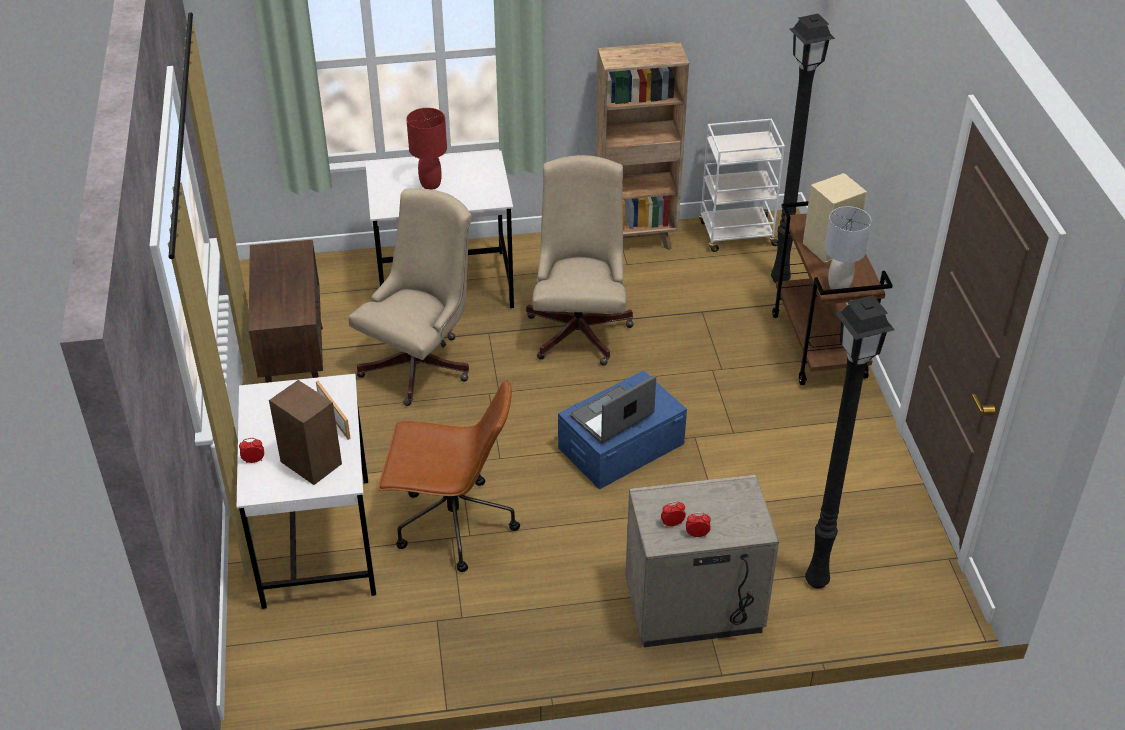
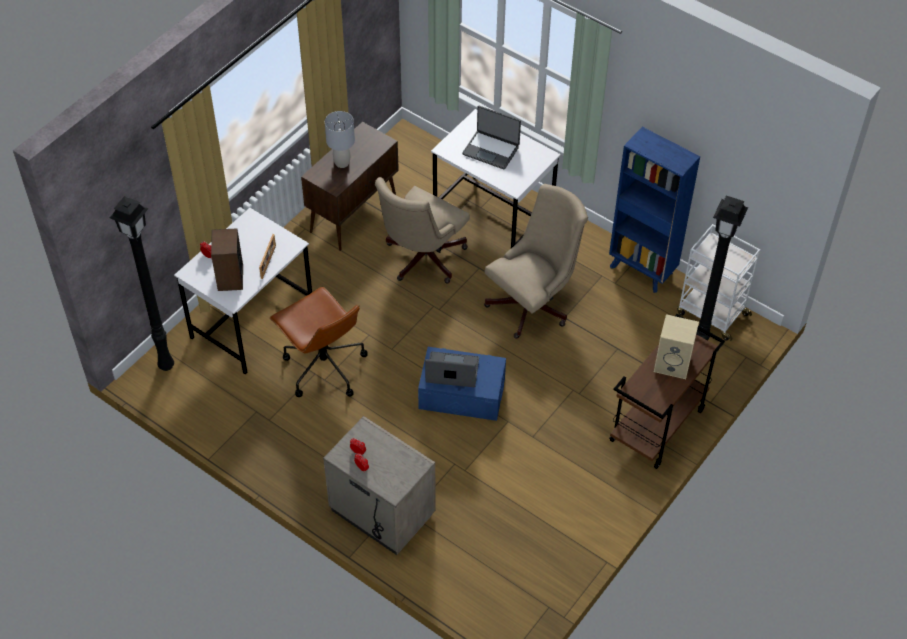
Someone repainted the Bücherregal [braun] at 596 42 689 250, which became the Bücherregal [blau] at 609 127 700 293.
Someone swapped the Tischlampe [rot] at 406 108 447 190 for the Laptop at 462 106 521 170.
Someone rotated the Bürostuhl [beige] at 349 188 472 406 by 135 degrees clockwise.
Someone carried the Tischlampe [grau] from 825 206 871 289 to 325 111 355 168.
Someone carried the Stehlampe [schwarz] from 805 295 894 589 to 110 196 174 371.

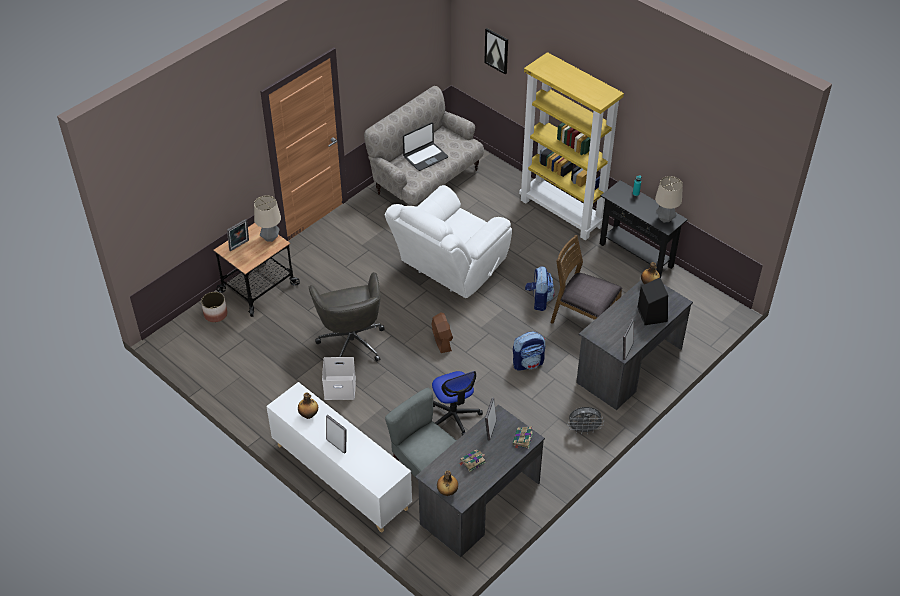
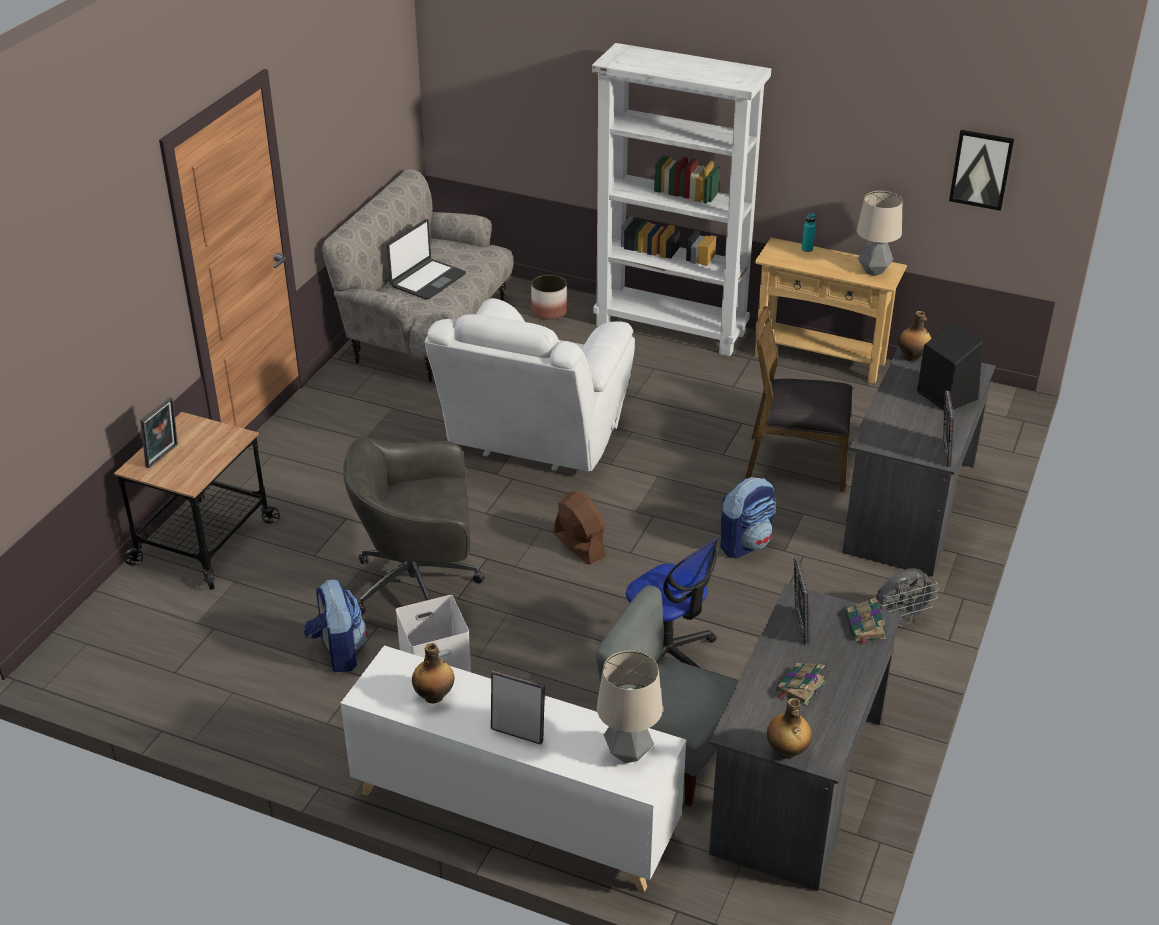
Someone carried the Bild from 484 28 508 74 to 949 130 1014 211.
Someone repainted the Bücherregal [gelb] at 519 52 624 240, which became the Bücherregal [weiß] at 592 43 771 356.
Someone repainted the Konsolentisch [schwarz] at 600 180 688 278, which became the Konsolentisch [beige] at 754 238 907 384.
Someone carried the Tischlampe from 254 195 281 242 to 597 650 663 763.
Someone carried the Rucksack from 525 266 555 311 to 304 580 368 672.
Someone rotated the Bürostuhl [grau] at 309 272 385 364 by 120 degrees clockwise.
Someone carried the Pflanzkübel from 201 292 227 322 to 531 275 567 320.

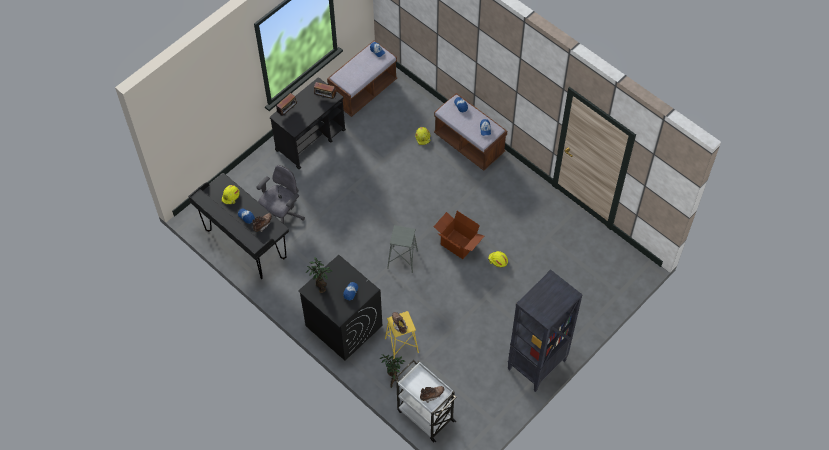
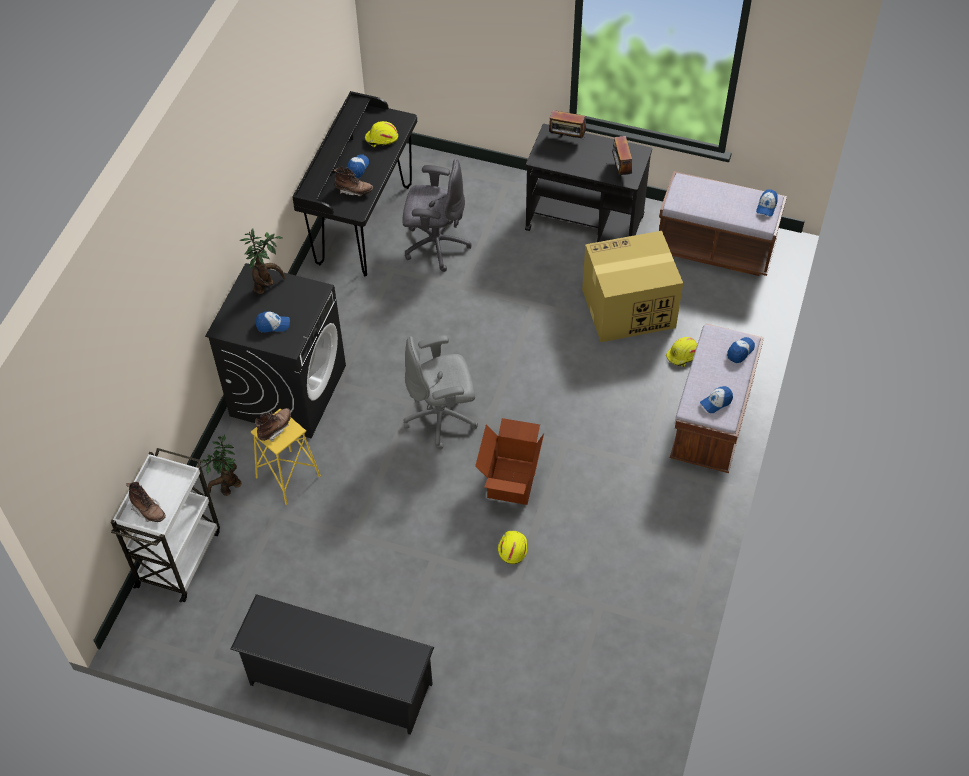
Someone swapped the Hocker [grau] at 387 225 418 273 for the Bürostuhl [grau] at 403 335 478 449.
Someone swapped the Bücherregal [schwarz] at 508 269 582 392 for the Schuhregal [schwarz] at 231 594 434 735.
Someone put down the Karton at 582 231 683 342.

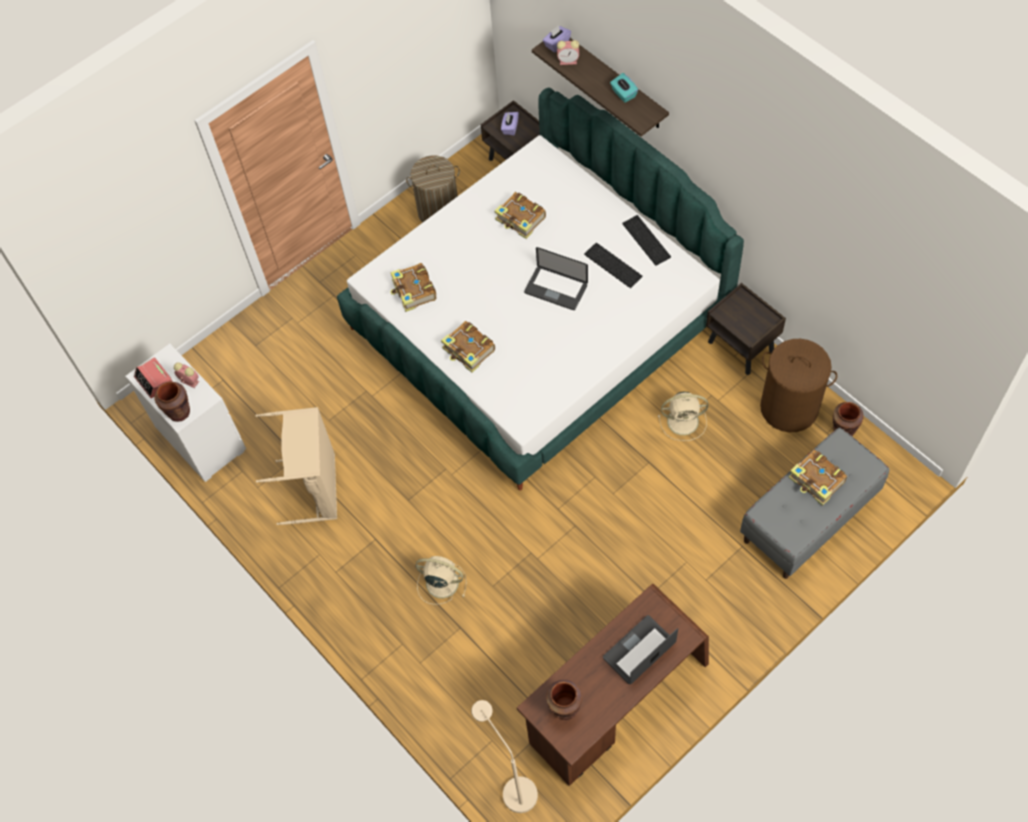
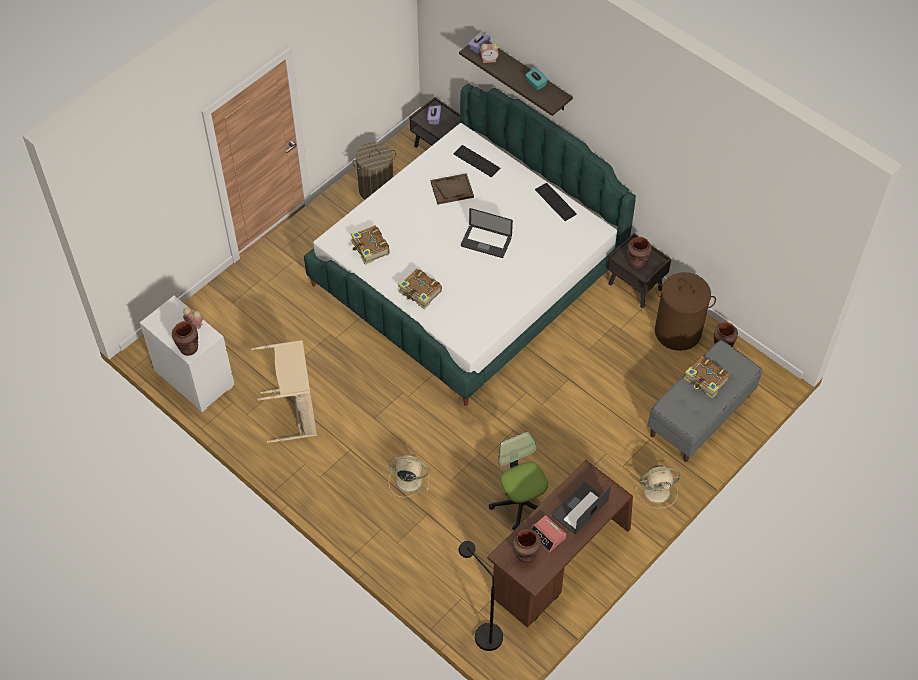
Someone swapped the Buch at 495 192 546 239 for the Tablett [braun] at 431 173 474 205.
Someone carried the Tastatur from 584 243 643 288 to 454 145 500 177.
Someone carried the Wecker from 134 357 173 398 to 531 515 566 553.
Someone carried the Ventilator [beige] from 658 392 708 441 to 635 466 680 509.
Someone repainted the Stehlampe [beige] at 471 700 538 813, which became the Stehlampe [schwarz] at 459 541 503 651.
Someone put down the Vase [braun] at 627 237 652 269.
Someone put down the Bürostuhl at 489 432 548 530.

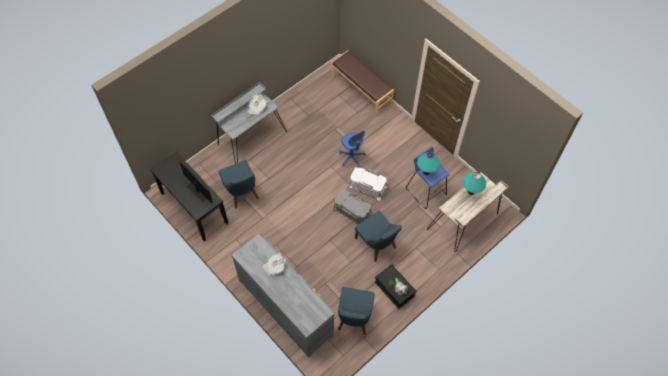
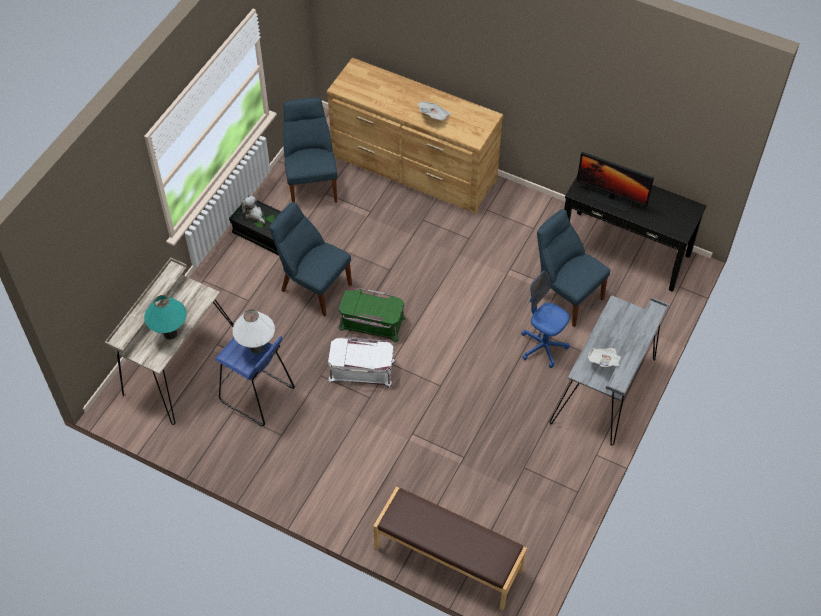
Someone carried the Bürostuhl [blau] from 339 130 366 167 to 521 270 570 368.
Someone repainted the Tischlampe [türkis] at 417 152 440 175, which became the Tischlampe [weiß] at 233 310 275 354.
Someone repainted the Aufbewahrungsbox [grau] at 333 190 372 224, which became the Aufbewahrungsbox [grün] at 338 288 406 343.
Someone repainted the Kommode [grau] at 231 234 335 358, which became the Kommode [braun] at 327 57 503 214.

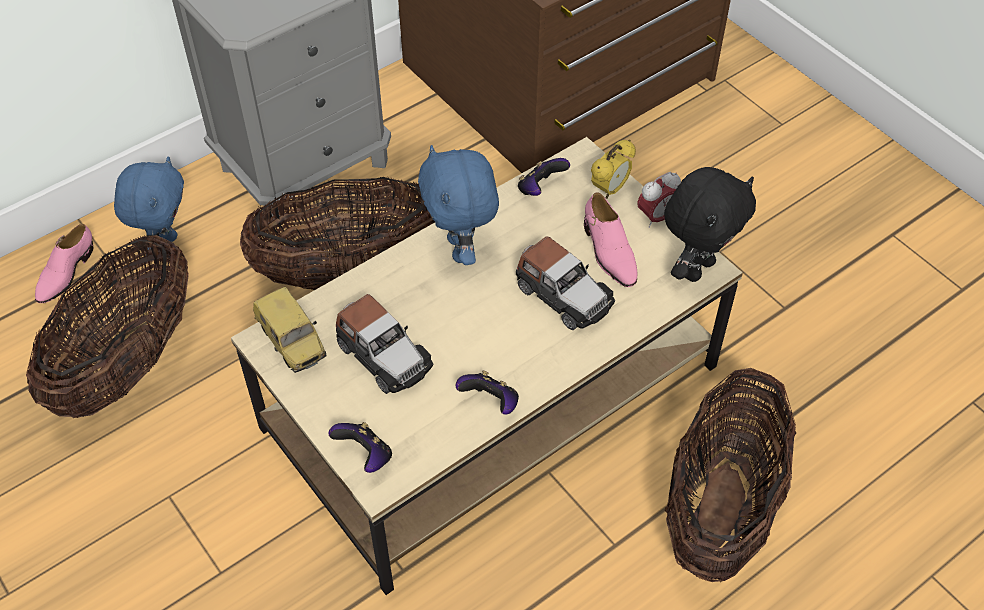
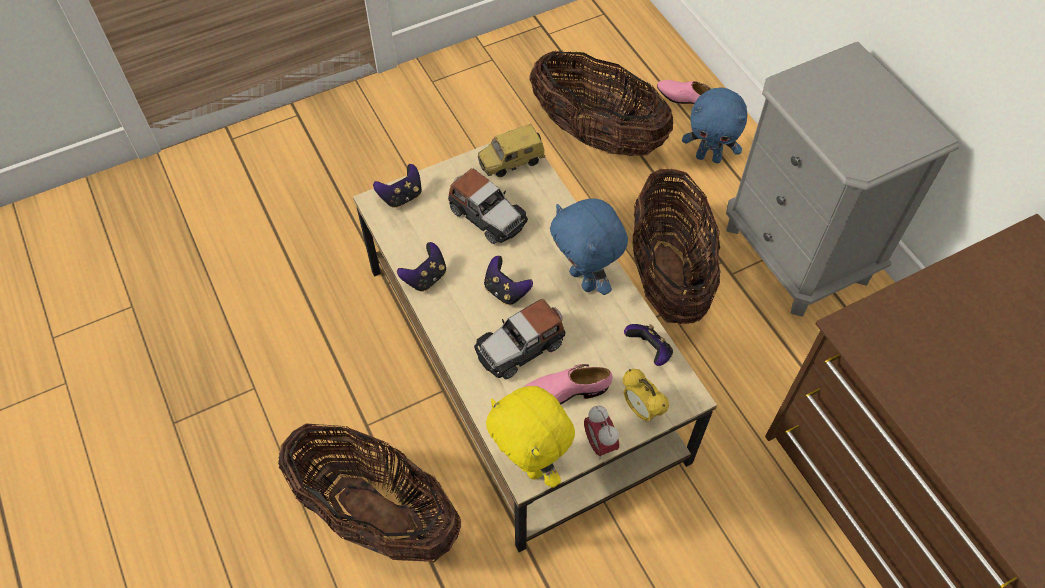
Someone rotated the Plüschtier [blau] at 418 145 499 265 by 120 degrees counterclockwise.
Someone repainted the Plüschtier [schwarz] at 664 167 756 282, which became the Plüschtier [gelb] at 486 386 575 488.
Someone rotated the Spielzeugauto at 336 294 434 394 by 105 degrees counterclockwise.
Someone put down the Gamepad at 484 256 533 305.

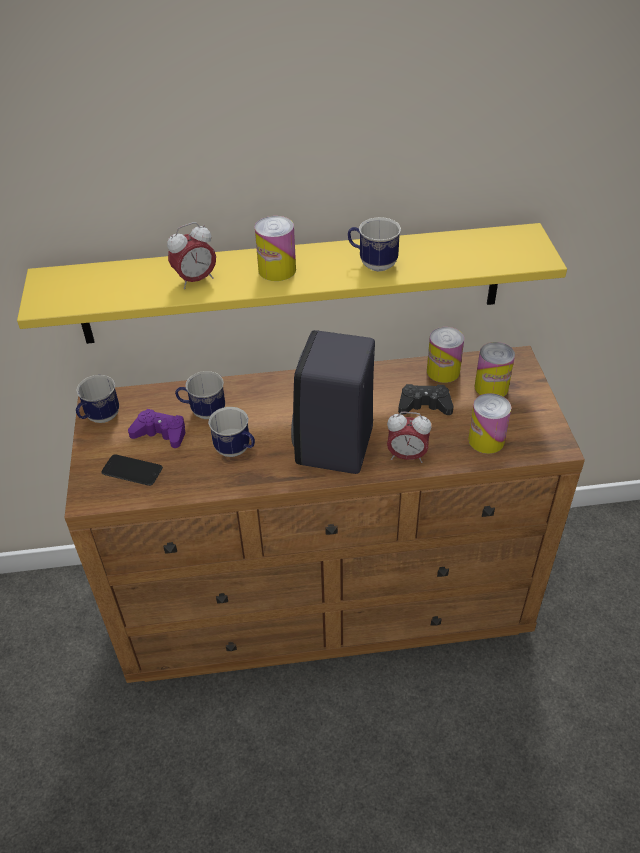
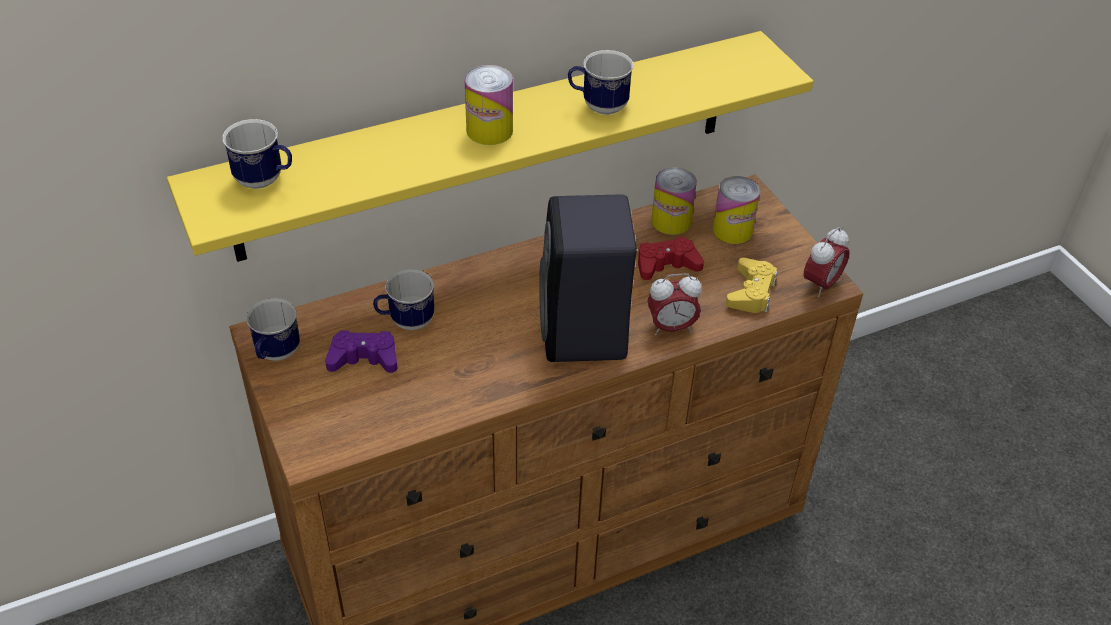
Someone carried the Wecker from 167 222 216 289 to 803 227 850 297.
Someone repainted the Gamepad [schwarz] at 398 384 454 415, which became the Gamepad [rot] at 638 237 704 280.
Someone swapped the Dose at 468 393 511 454 for the Gamepad [gelb] at 726 258 777 313.
Someone carried the Henkelbecher from 208 407 255 457 to 222 119 292 189.
Someone took away the Handy at 101 454 163 486.

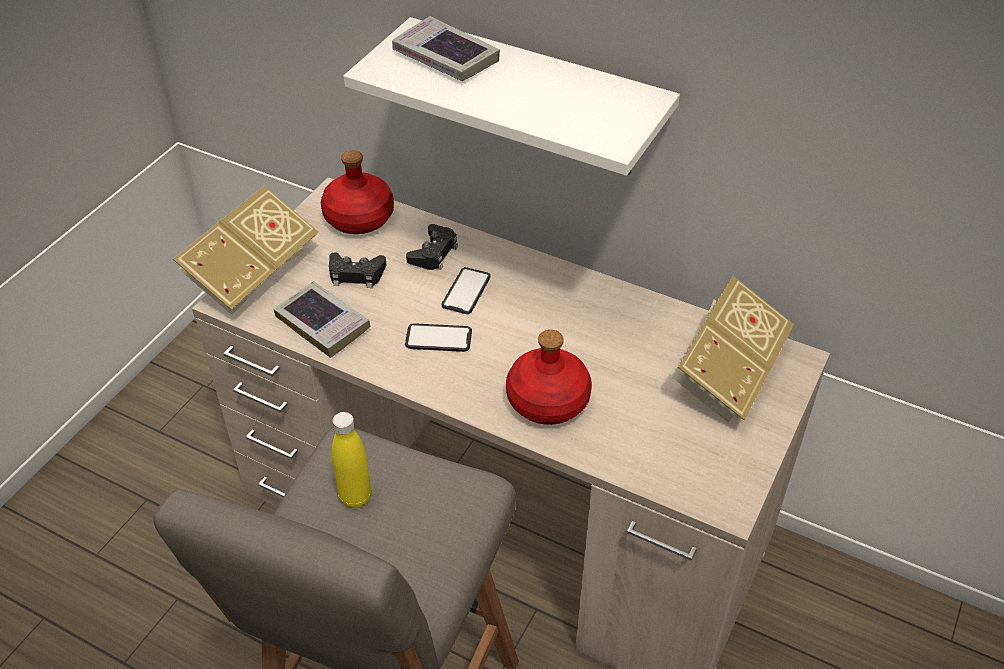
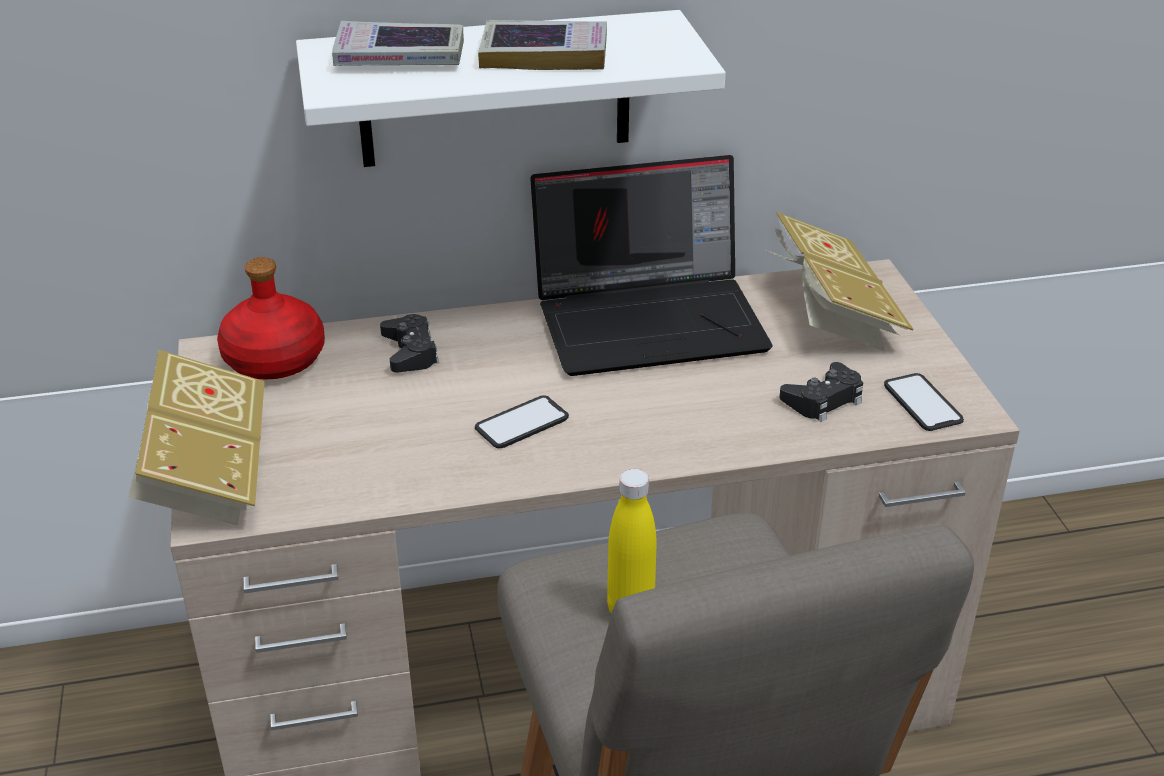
Someone carried the Gamepad [schwarz] from 329 253 386 288 to 779 362 863 422.
Someone carried the Handy from 442 267 490 314 to 884 373 964 431.
Someone carried the Buch from 273 281 371 358 to 478 20 607 70.
Someone took away the Flasche [rot] at 506 330 592 425.
Someone put down the Laptop at 530 155 772 376.

